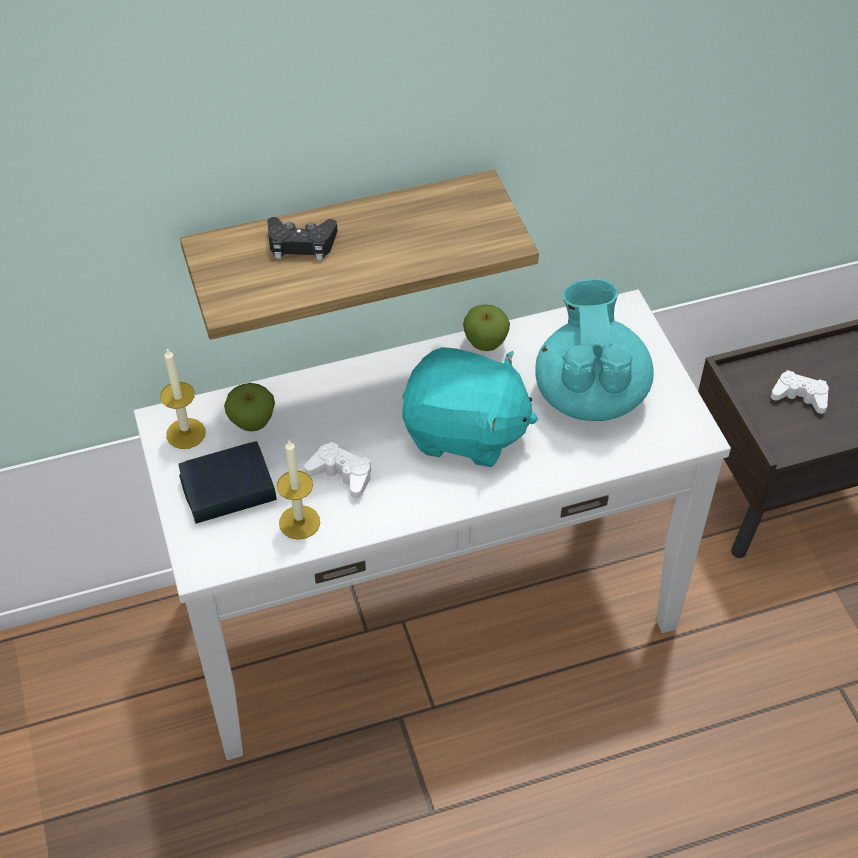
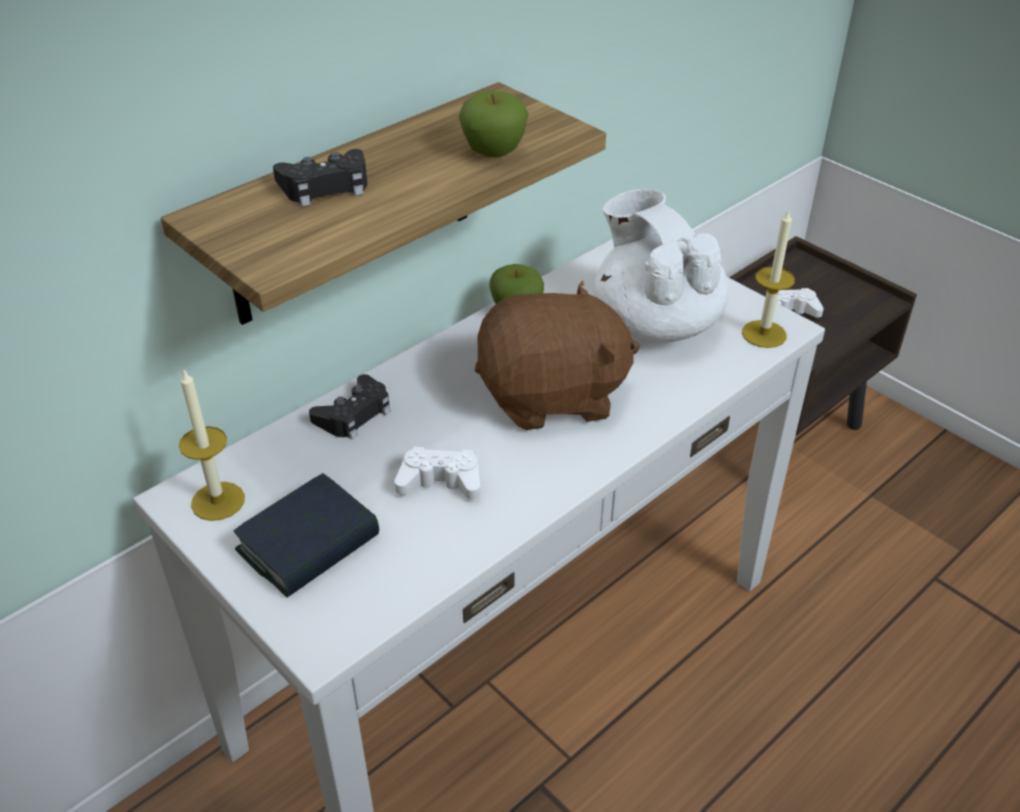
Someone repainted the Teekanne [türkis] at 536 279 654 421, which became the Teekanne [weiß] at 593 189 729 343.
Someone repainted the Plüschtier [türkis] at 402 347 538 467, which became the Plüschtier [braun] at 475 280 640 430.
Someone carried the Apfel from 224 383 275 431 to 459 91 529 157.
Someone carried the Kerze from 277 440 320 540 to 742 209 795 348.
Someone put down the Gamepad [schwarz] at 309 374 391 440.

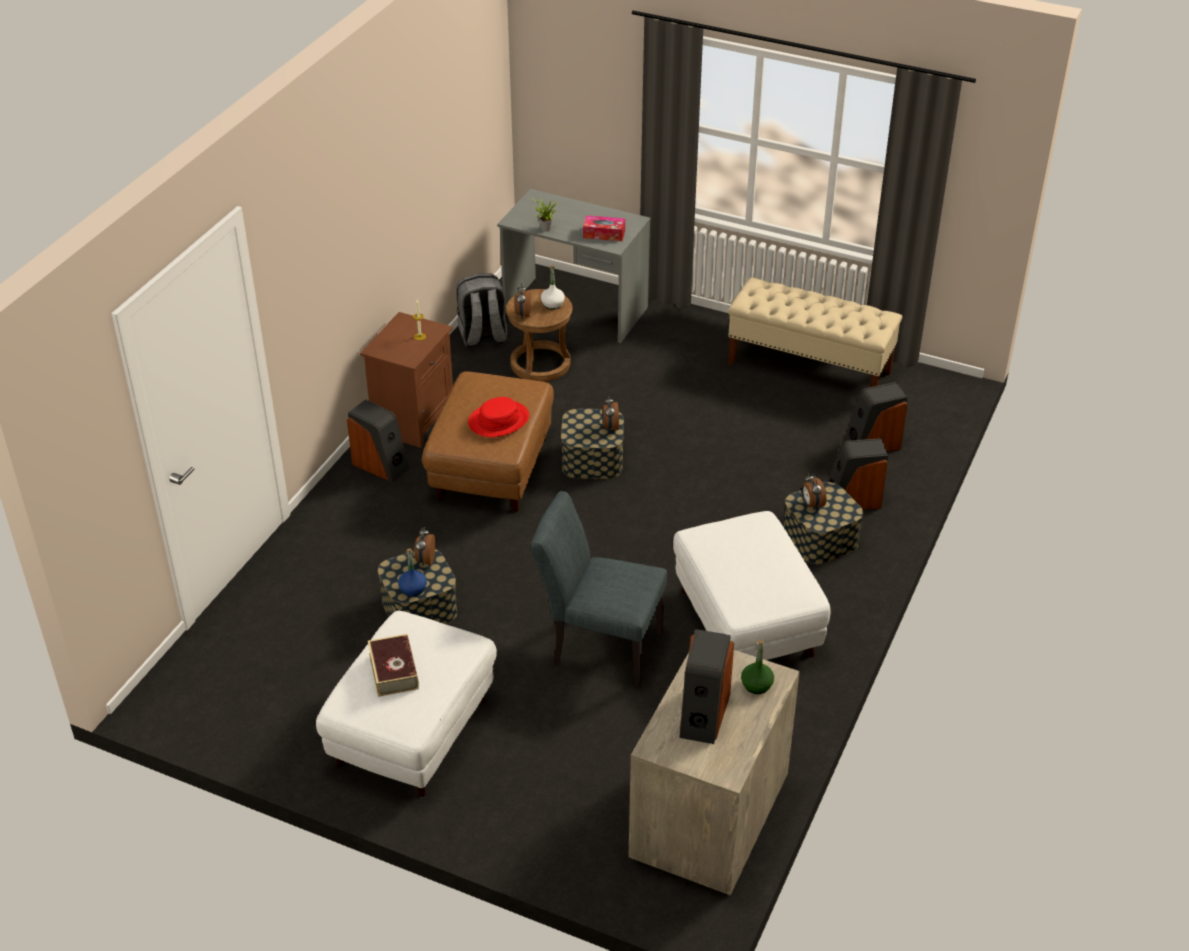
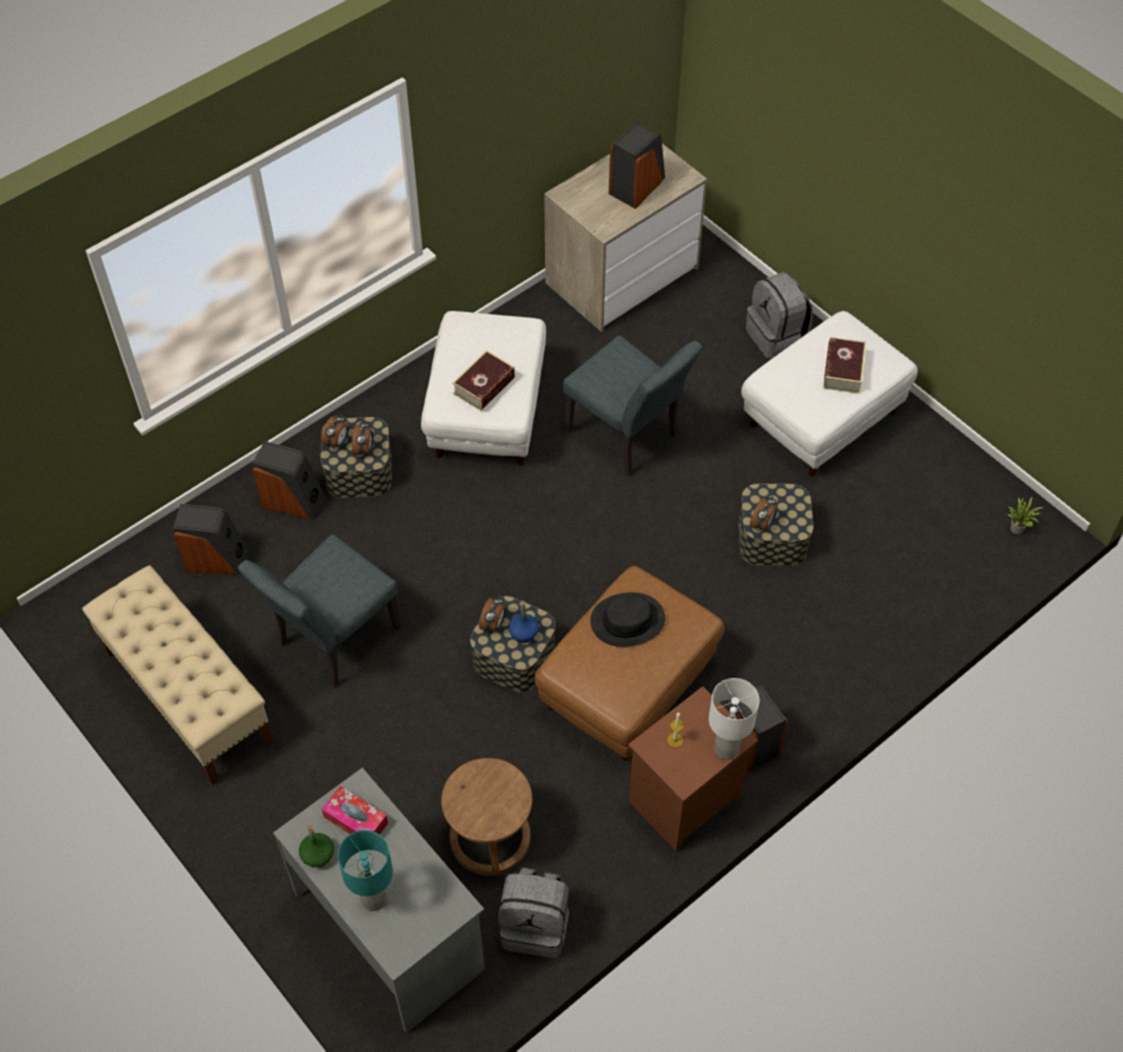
Someone carried the Topfpflanze from 531 198 559 232 to 1008 497 1043 534.
Someone took away the Flasche [weiß] at 541 265 565 310.
Someone carried the Wecker from 515 283 531 319 to 321 414 348 449.
Someone repainted the Hut [rot] at 468 397 529 437, which became the Hut [schwarz] at 590 592 665 647.
Someone carried the Flasche [blau] from 398 549 427 597 to 508 601 539 643.
Someone carried the Flasche [grün] from 741 640 774 694 to 299 825 334 867.
Someone put down the Rucksack [grau] at 746 272 813 359.
Someone put down the Buch at 452 350 515 411.
Someone put down the Stuhl [grau] at 238 534 401 688.
Someone put down the Tischlampe [weiß] at 709 678 759 760.
Someone put down the Tischlampe [türkis] at 338 830 393 911.

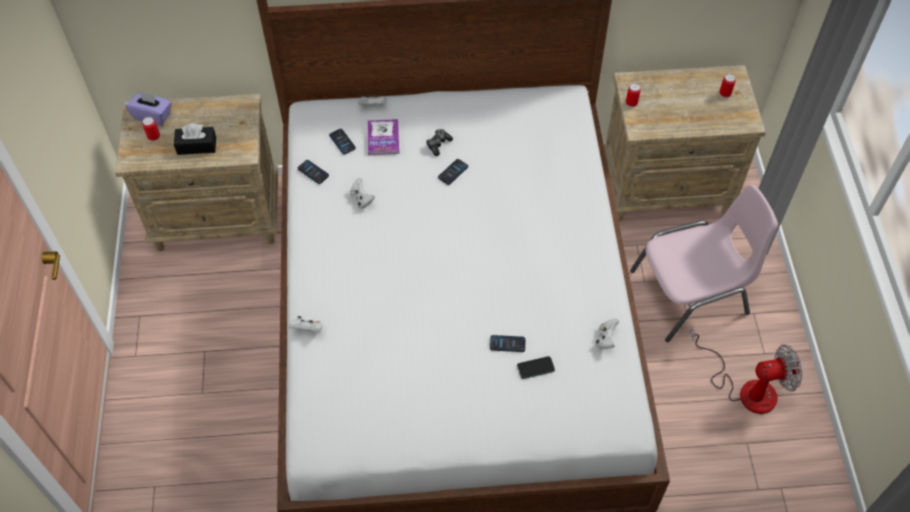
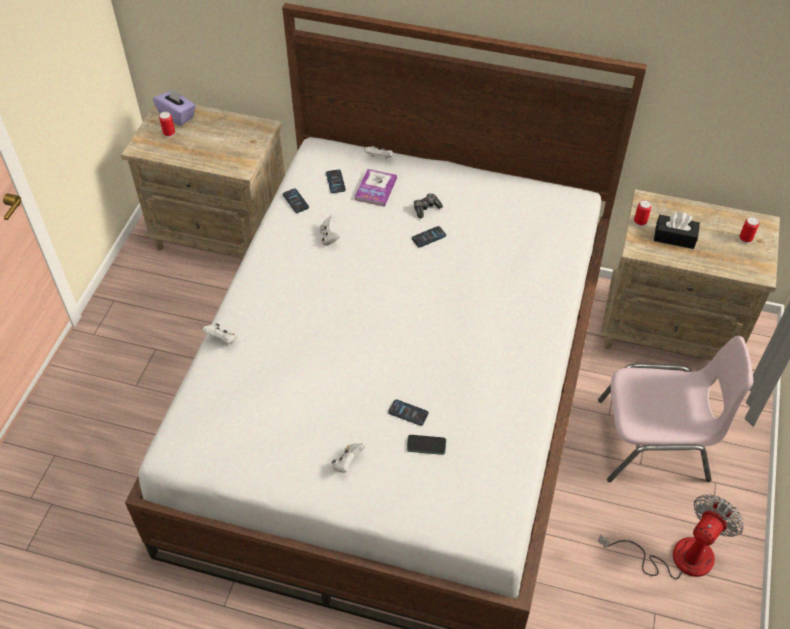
Someone carried the Taschentuchbox [schwarz] from 174 123 216 155 to 654 212 700 249.
Someone carried the Gamepad [weiß] from 596 319 619 349 to 332 443 365 473.
Someone rotated the Ventilator at 690 327 802 414 by 60 degrees counterclockwise.

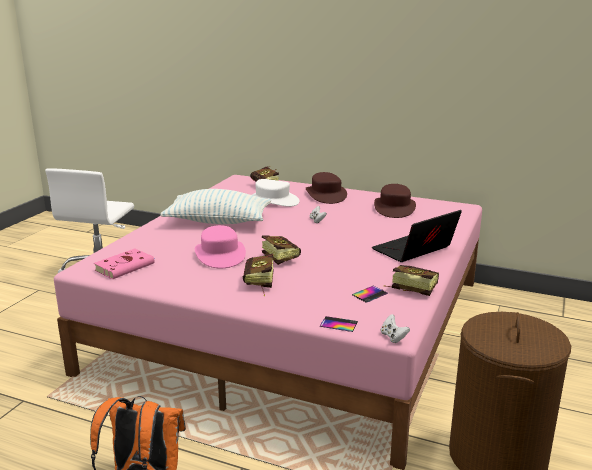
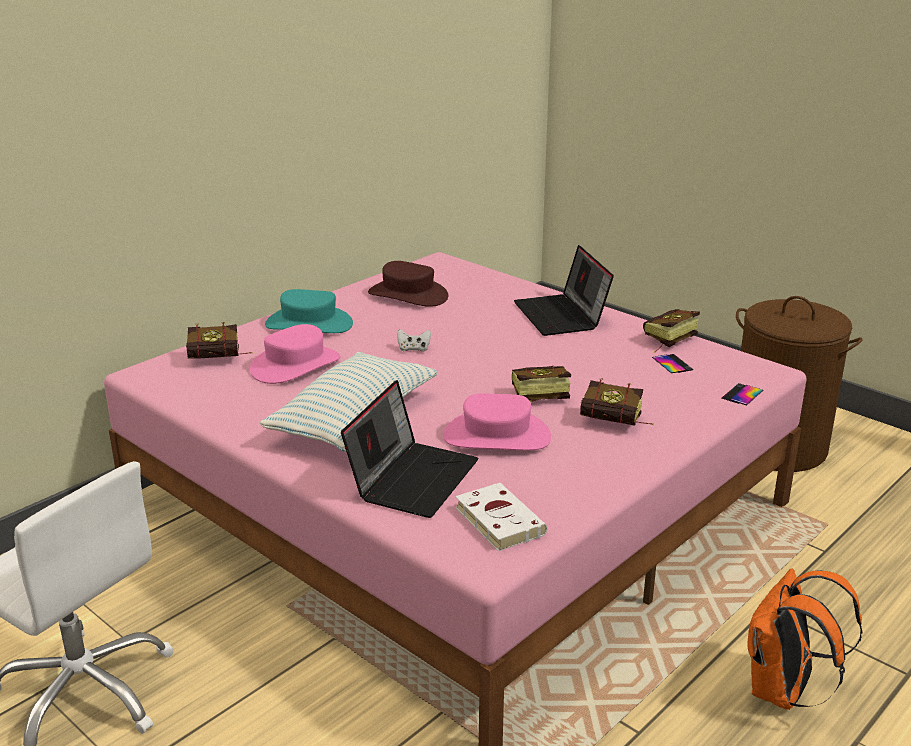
Someone repainted the Hut [braun] at 306 172 347 204, which became the Hut [türkis] at 265 289 353 333.
Someone repainted the Hut [weiß] at 252 179 300 207, which became the Hut [rosa] at 250 324 340 384.
Someone repainted the Buch [rosa] at 94 248 155 279, which became the Buch [weiß] at 455 483 547 551.
Someone took away the Gamepad [weiß] at 381 314 410 343.
Someone put down the Laptop at 341 380 479 518.

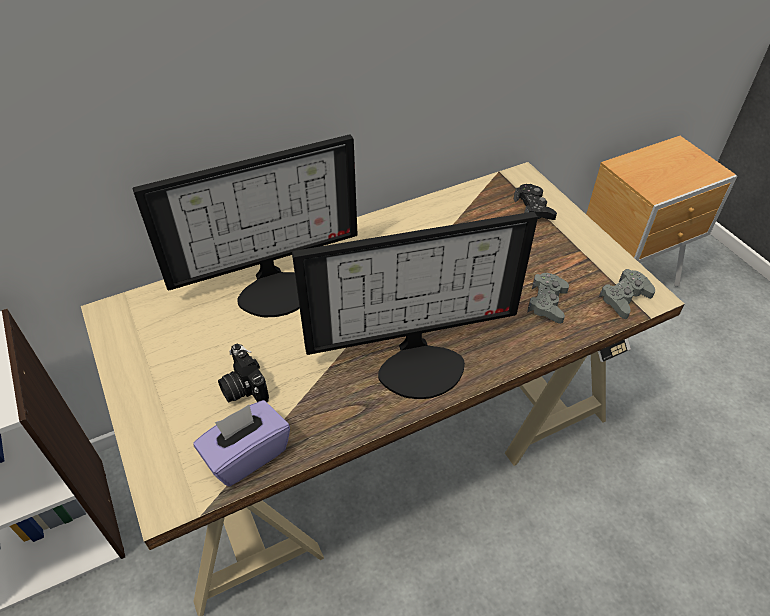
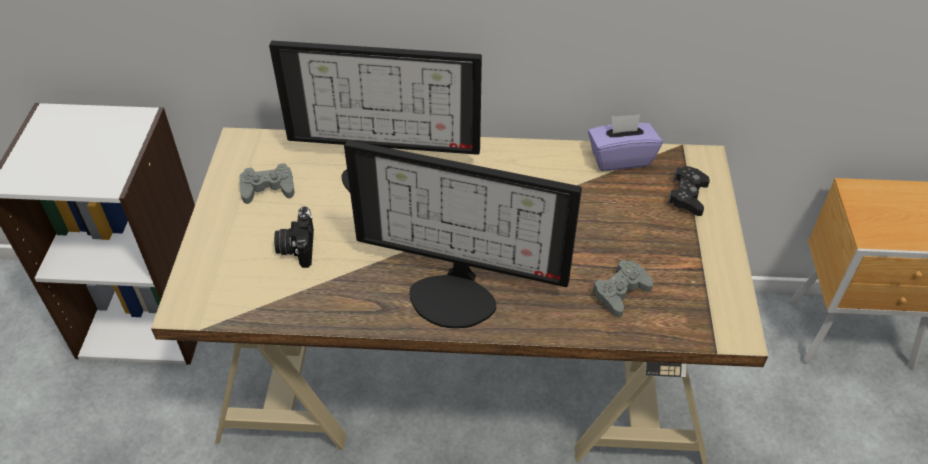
Someone carried the Gamepad [grau] from 599 269 655 319 to 239 163 295 204.
Someone carried the Taschentuchbox [lila] from 193 400 290 487 to 588 114 662 171.

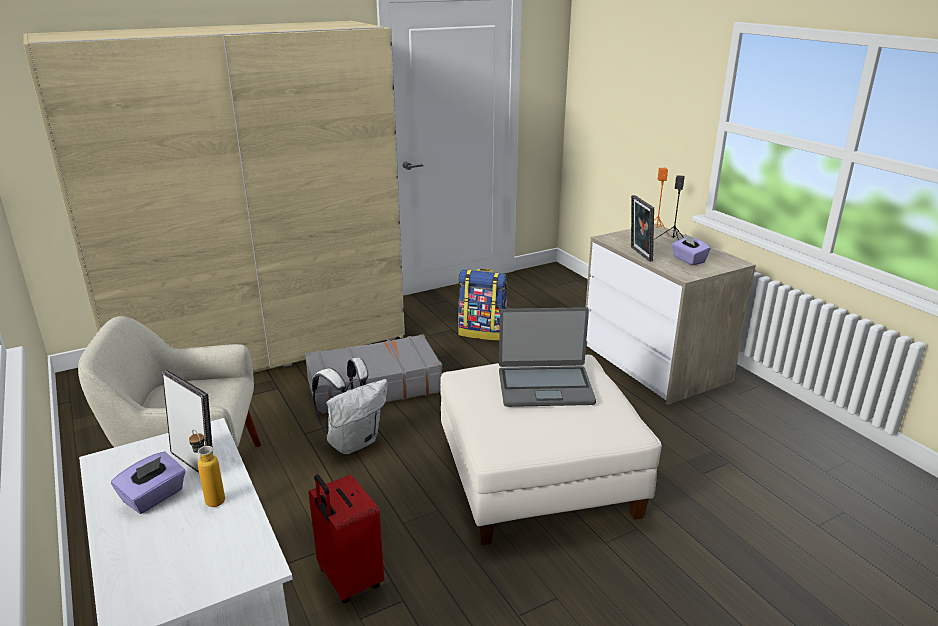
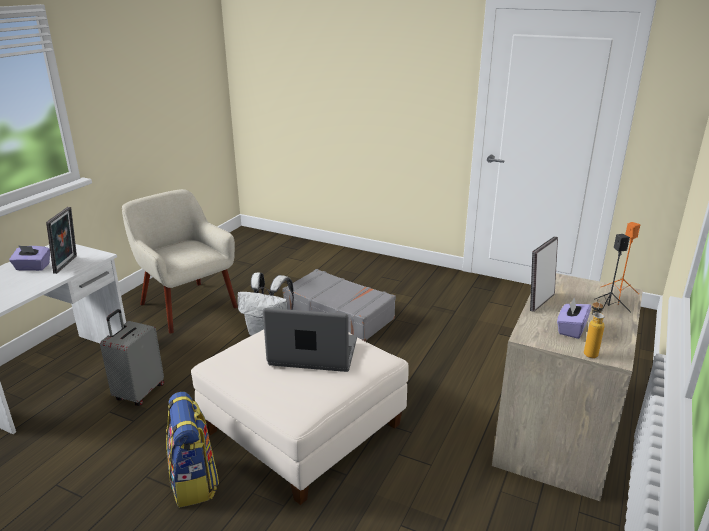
Someone took away the Kleiderschrank [beige] at 23 21 405 373.
Someone carried the Rucksack from 458 268 507 341 to 166 392 219 508.
Someone rotated the Laptop at 499 307 596 407 by 135 degrees clockwise.
Someone carried the Flasche from 189 429 225 507 to 584 299 605 358.
Someone repainted the Koffer [rot] at 308 474 384 603, which became the Koffer [grau] at 100 309 164 406.

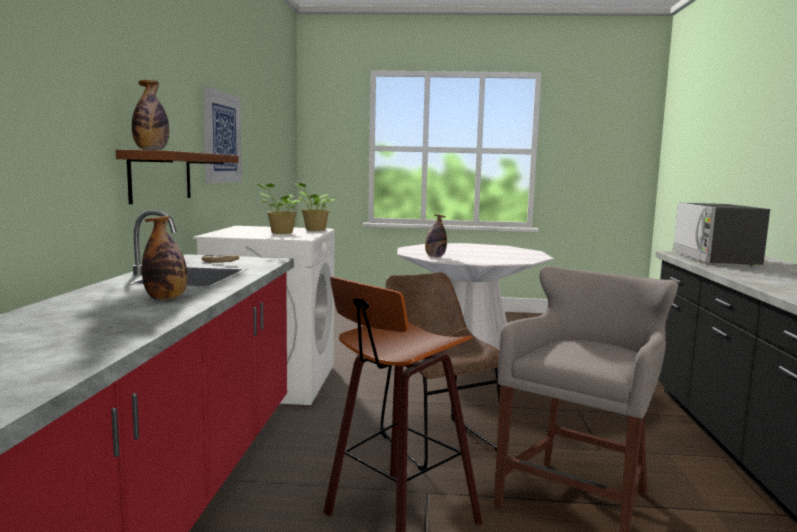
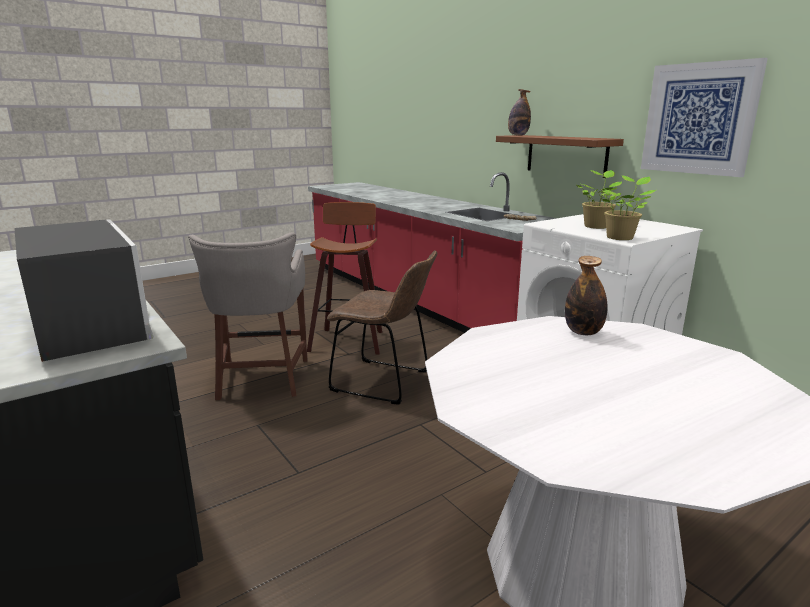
Someone took away the Flasche at 142 216 187 300.

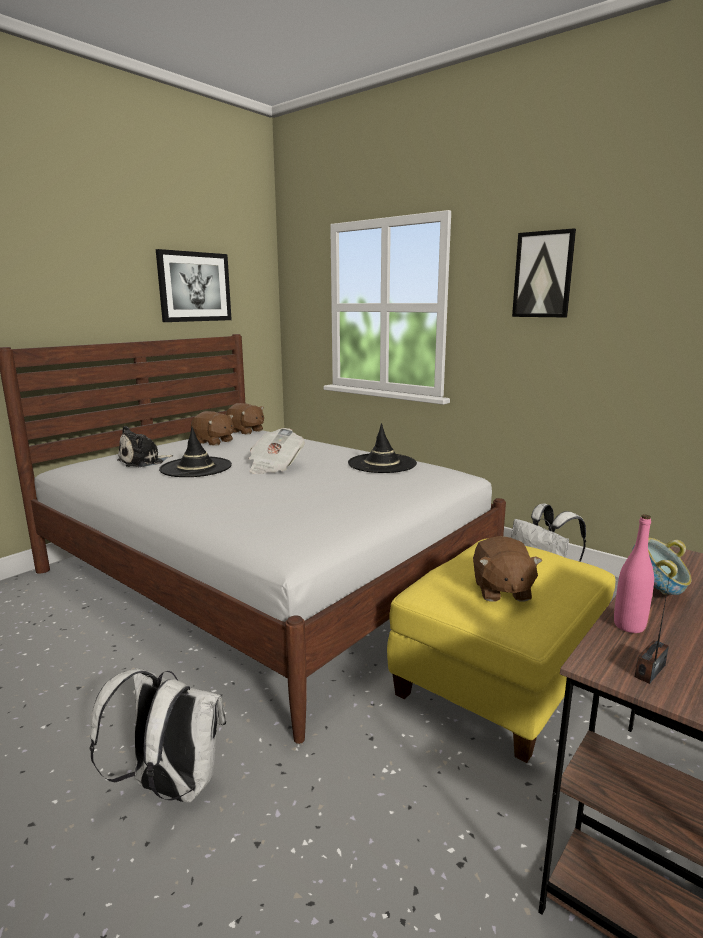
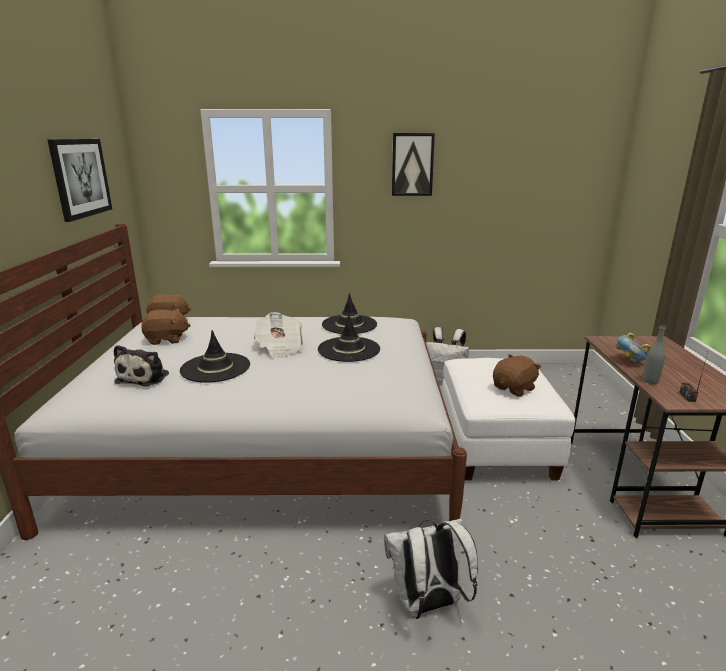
Someone repainted the Flasche [rosa] at 614 514 654 633, which became the Flasche [grau] at 642 325 666 384.
Someone rotated the Plüschtier [braun] at 473 536 542 602 by 90 degrees counterclockwise.
Someone repainted the Polsterhocker [gelb] at 387 538 616 763, which became the Polsterhocker [weiß] at 441 358 575 480.
Someone put down the Hut [schwarz] at 318 314 380 362.

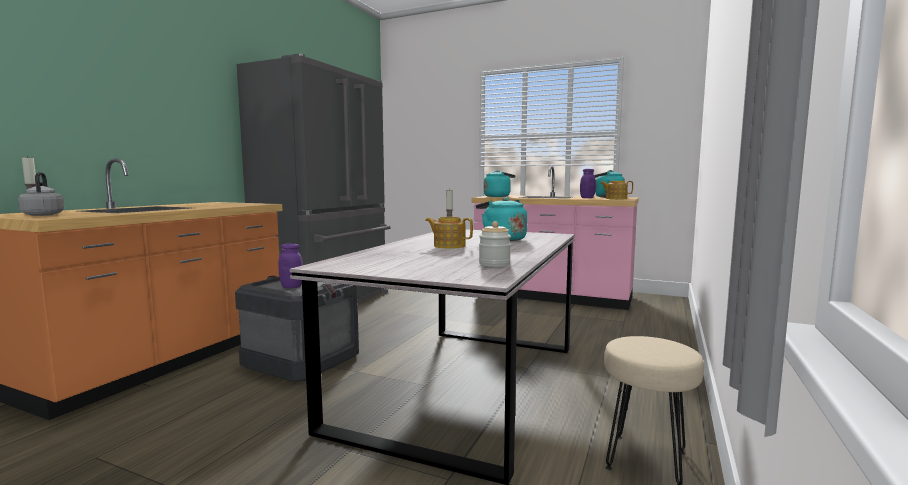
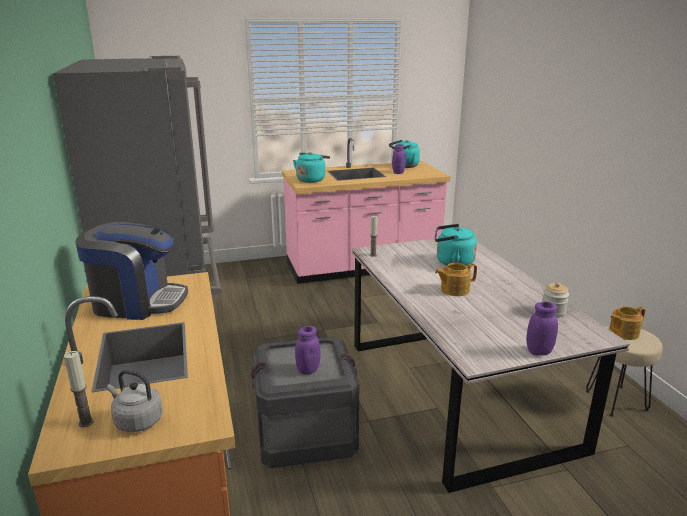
Someone carried the Teekanne from 601 181 633 199 to 609 307 645 340.
Someone put down the Kaffeemaschine at 75 221 188 320.
Someone put down the Vorratsglas [lila] at 526 302 558 356.

